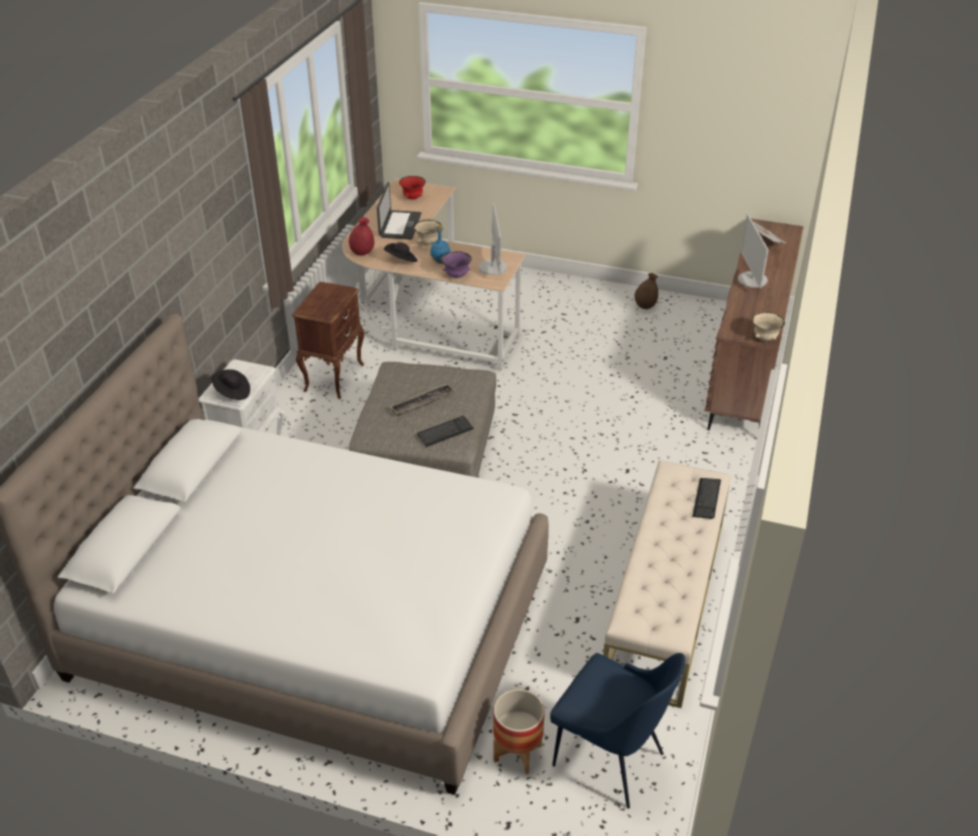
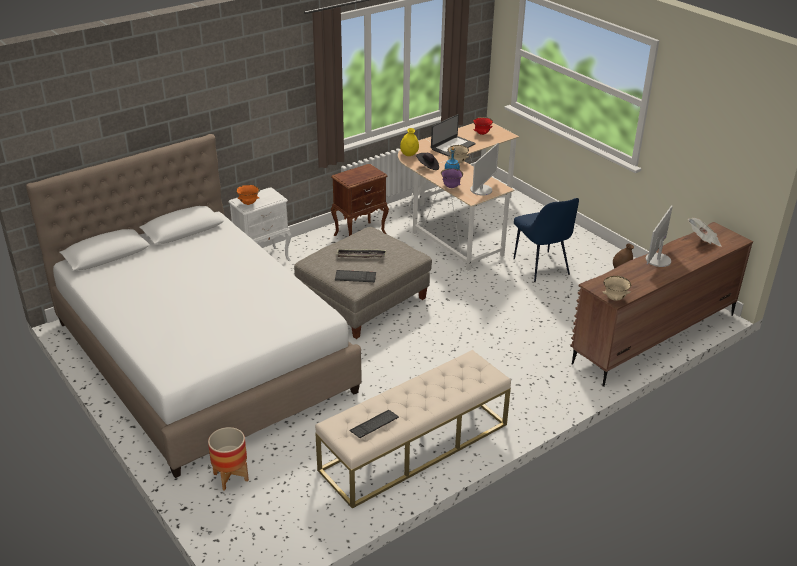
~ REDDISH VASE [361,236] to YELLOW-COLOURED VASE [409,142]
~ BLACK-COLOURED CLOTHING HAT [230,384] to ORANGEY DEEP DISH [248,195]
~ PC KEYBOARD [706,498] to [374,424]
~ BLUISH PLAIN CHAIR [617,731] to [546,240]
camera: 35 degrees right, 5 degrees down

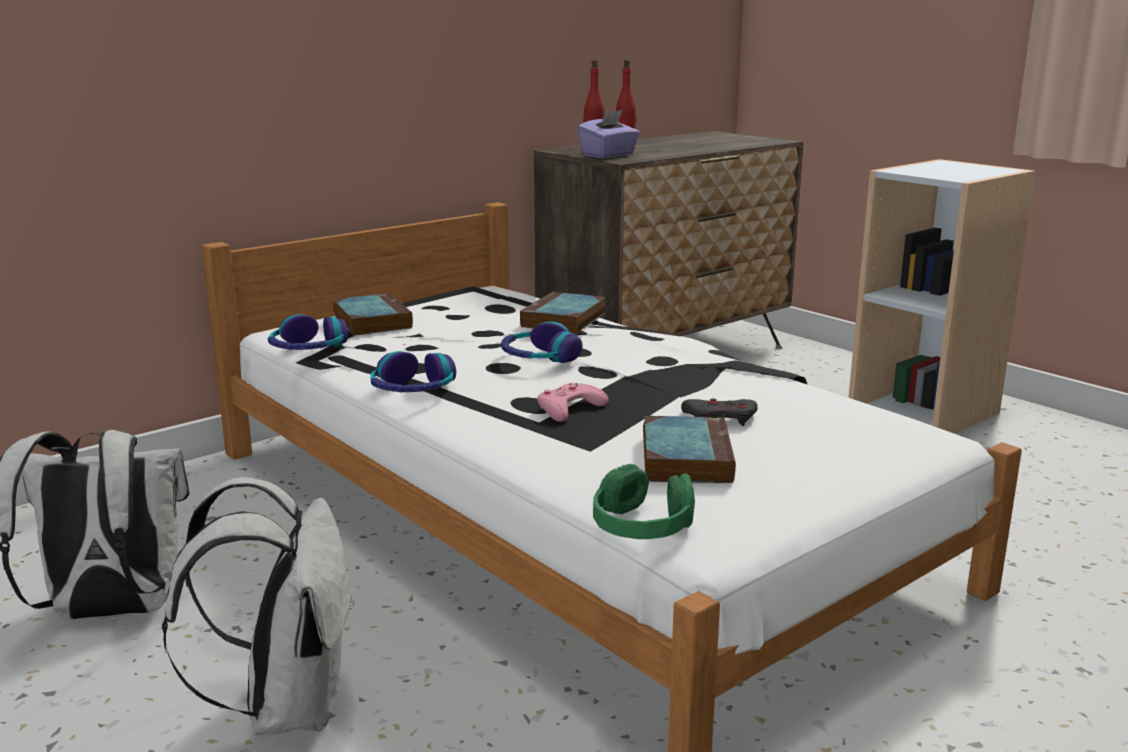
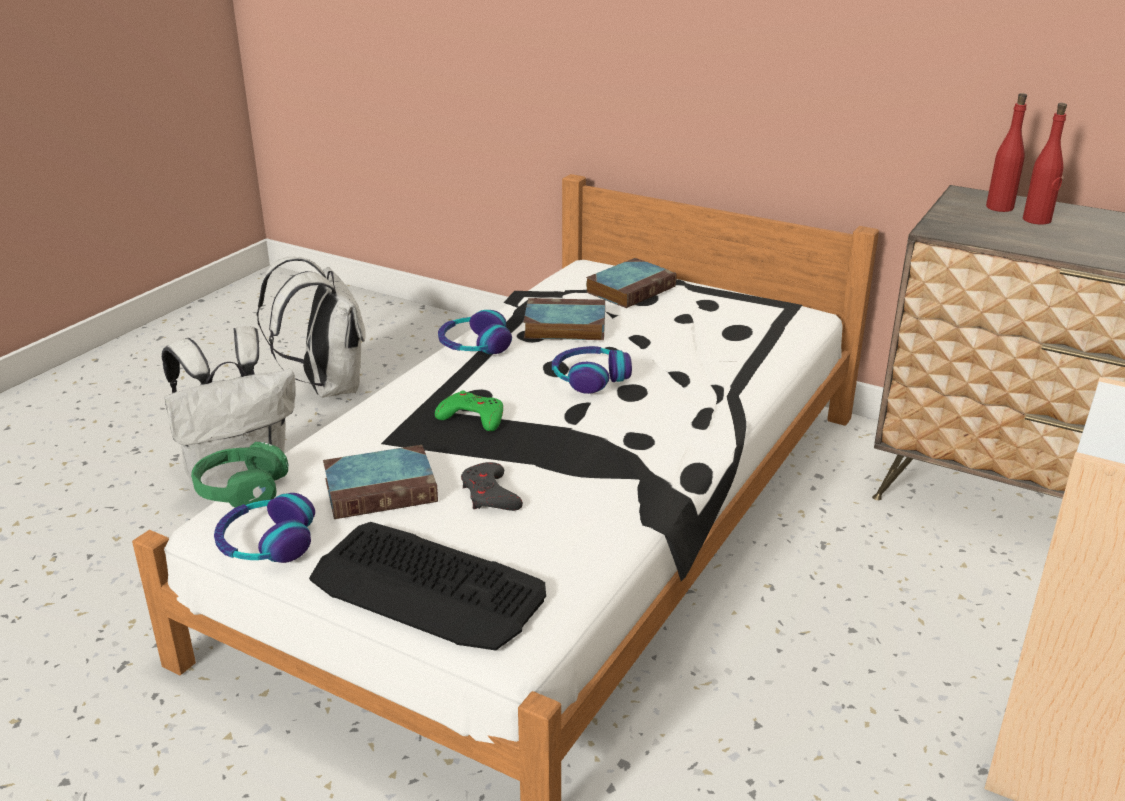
- PURPLE TISSUE BOX [608,134]
~ VOLUME [563,313] to [564,319]
~ HEADSET [308,332] to [264,528]
~ PINK JOYPAD [573,402] to GREEN JOYPAD [469,411]
+ PC KEYBOARD [427,586]
camera: 70 degrees right, 10 degrees up

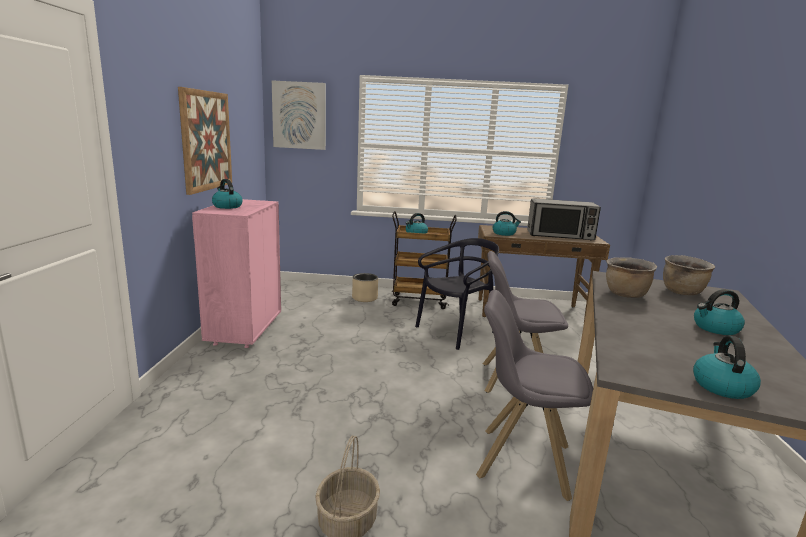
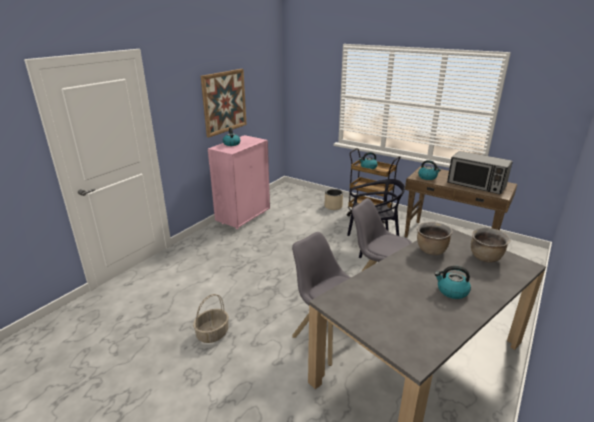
- WALL ART [299,115]
- KETTLE [727,367]
camera: 30 degrees right, 10 degrees up

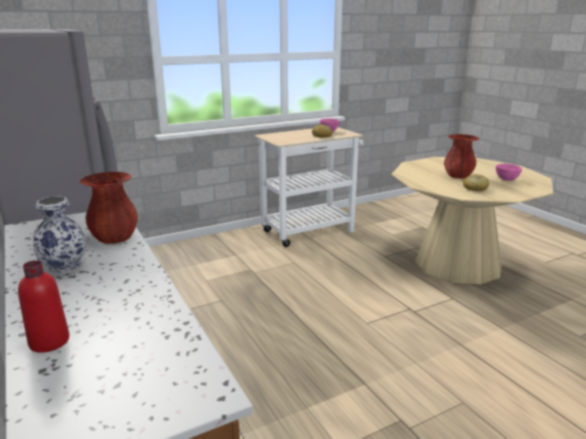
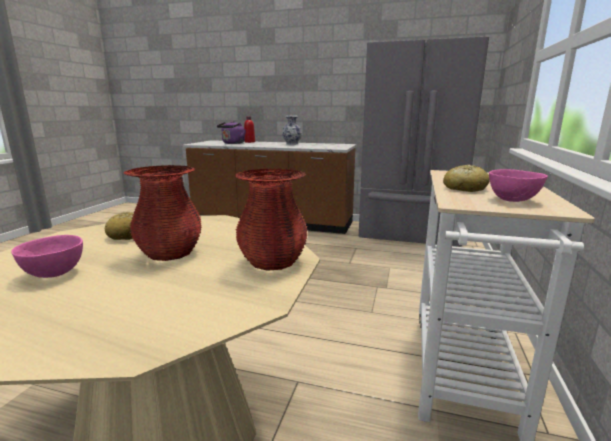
~ REDDISH VASE [109,208] to [271,220]
+ PURPLE KETTLE [231,132]
camera: 135 degrees right, 5 degrees down

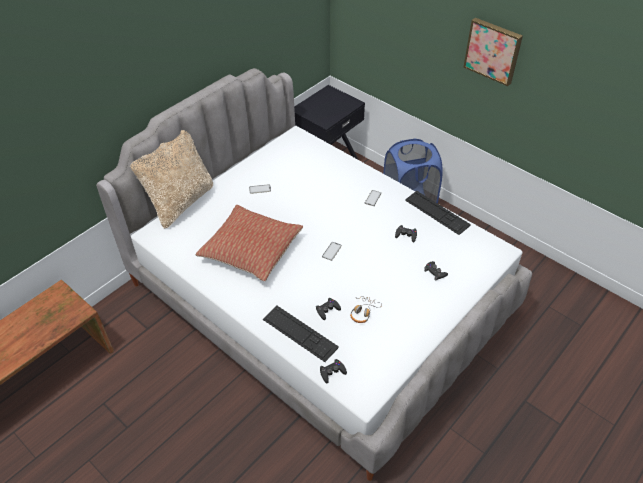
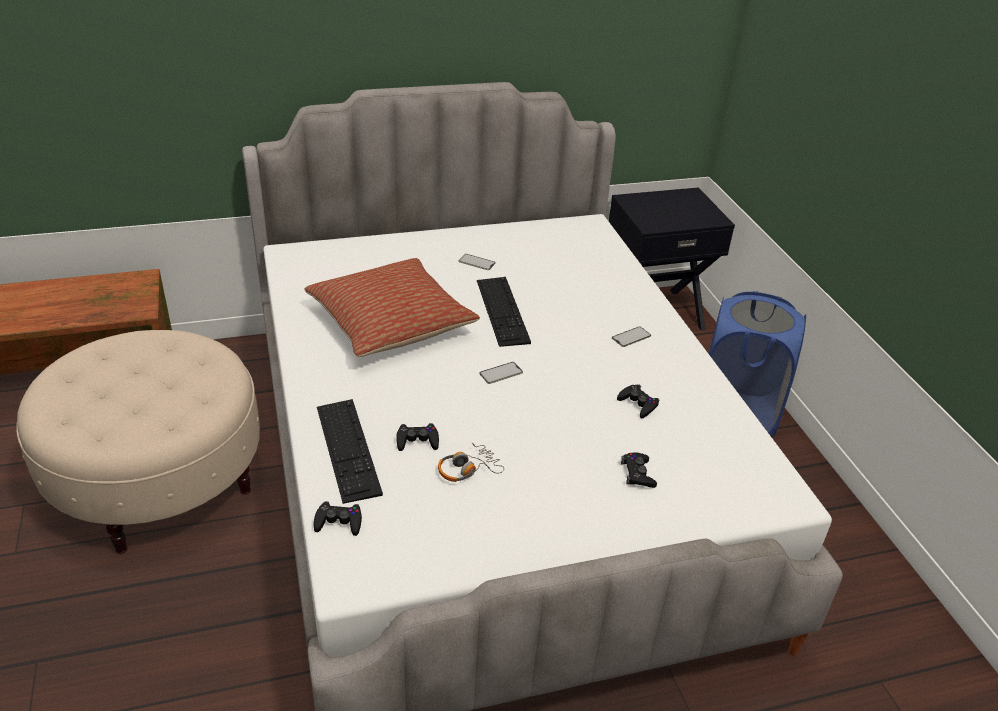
- WALL ART [493,52]
- BEIGE THROW PILLOW [171,179]
~ PC KEYBOARD [438,213] to [504,312]
+ BEIGE POUFFE [138,442]
camera: 30 degrees right, 10 degrees down

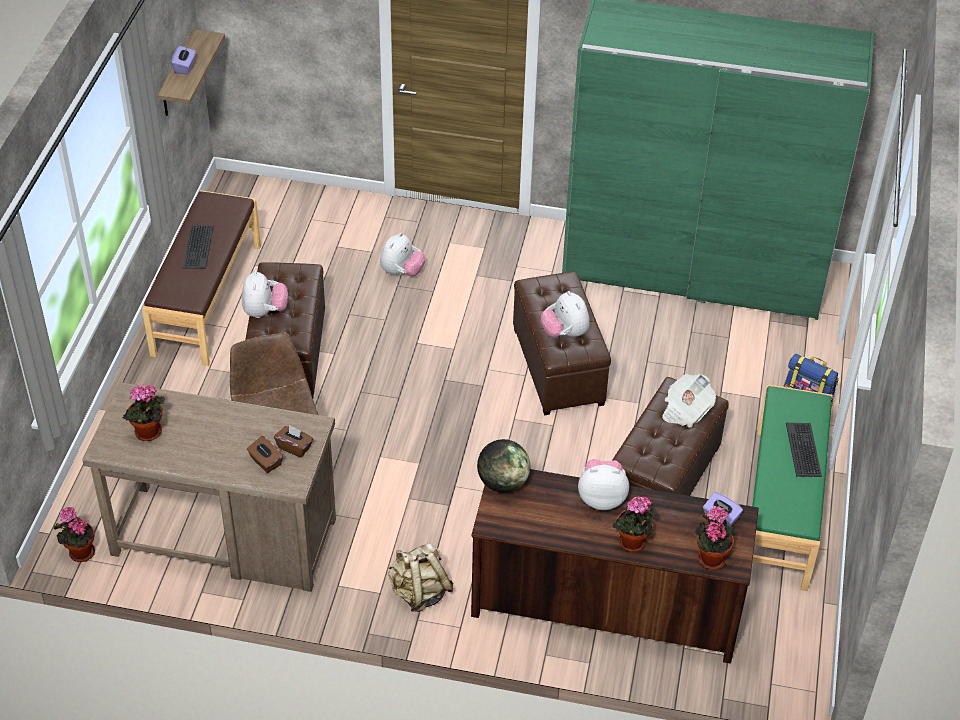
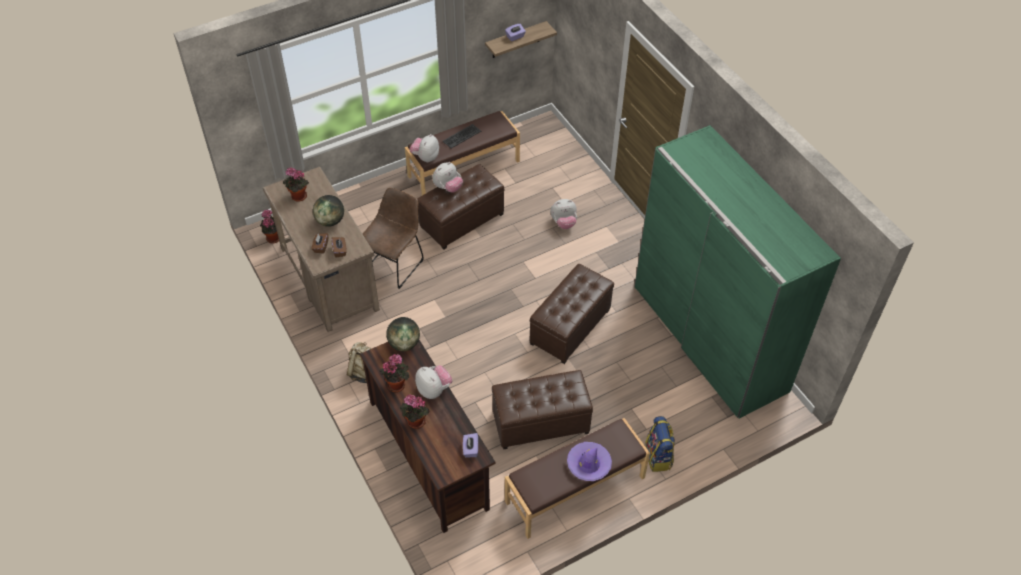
~ PLUSH TOY [565,314] to [424,148]
- NEWSPAPER [689,400]
~ GREEN LONG SEAT [792,487] to BROWN LONG SEAT [577,478]
~ PC KEYBOARD [804,450] to PURPLE CLOTHING HAT [589,461]
~ PLANT IN A POT [715,538] to [394,373]
+ DESK GLOBE [328,211]
camera: 50 degrees right, 5 degrees up

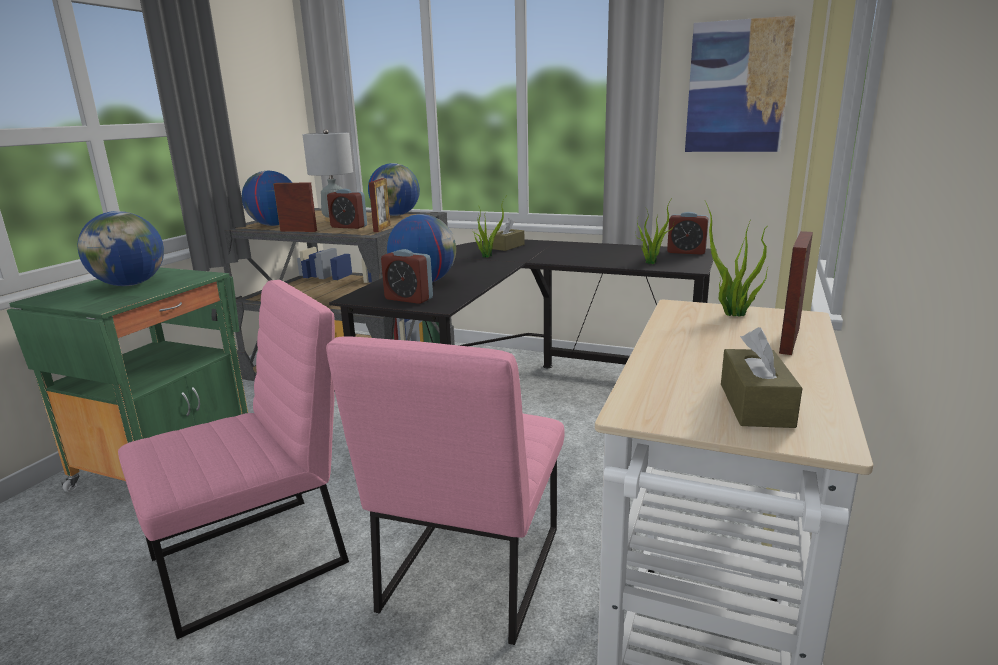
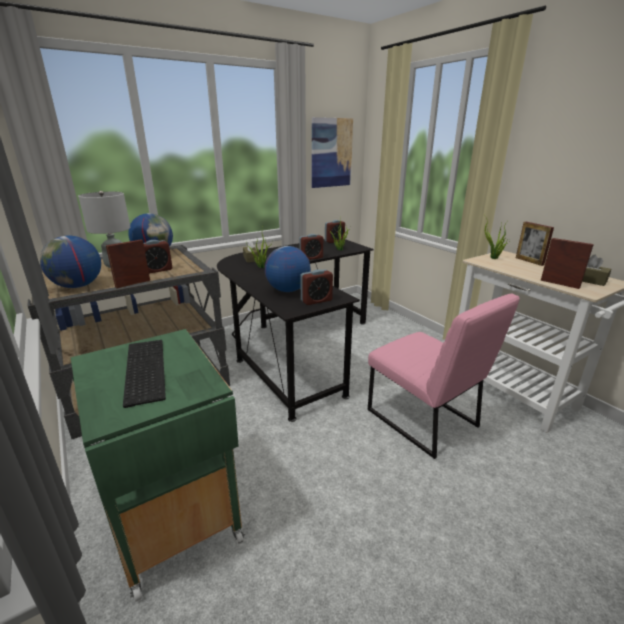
~ STANDING FRAME [379,205] to [567,263]
~ DESK GLOBE [121,248] to PC KEYBOARD [144,374]
- PINK PLAIN CHAIR [233,459]
+ ALARM CLOCK [311,247]
camera: 55 degrees left, 5 degrees up

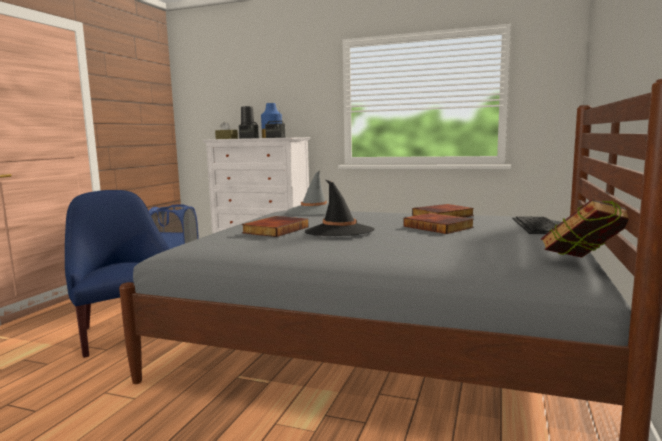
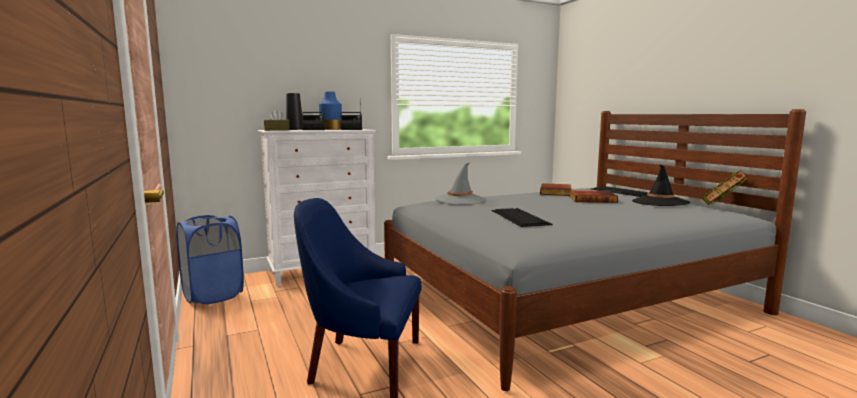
~ BLACK-COLOURED CLOTHING HAT [340,208] to [661,185]
~ VOLUME [275,226] to PC KEYBOARD [522,217]
camera: 45 degrees left, 0 degrees up

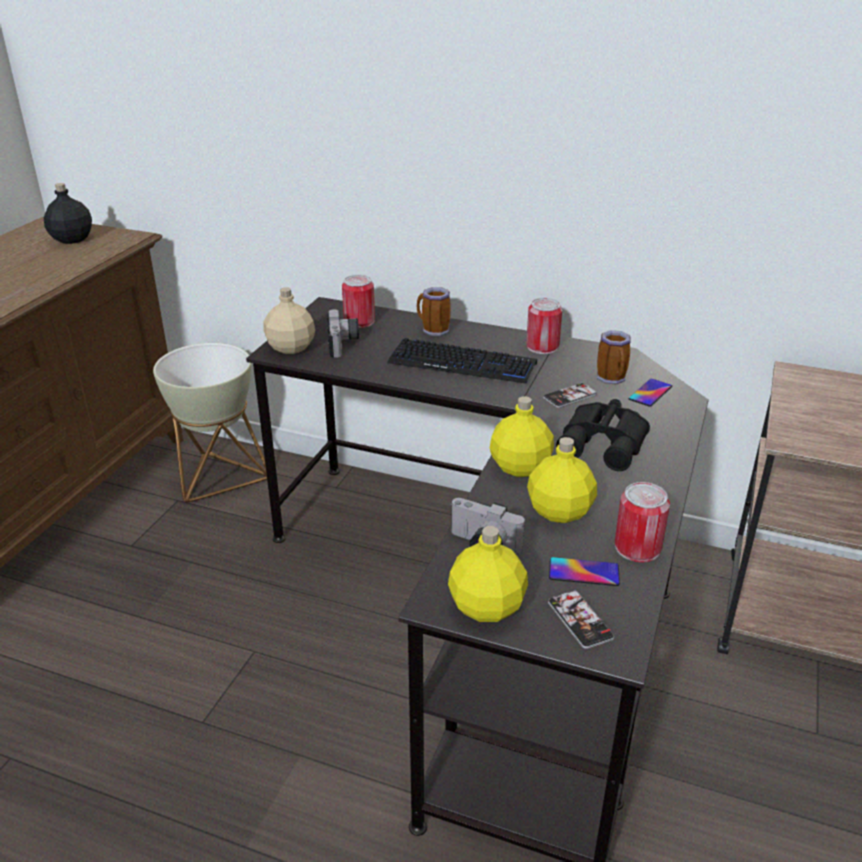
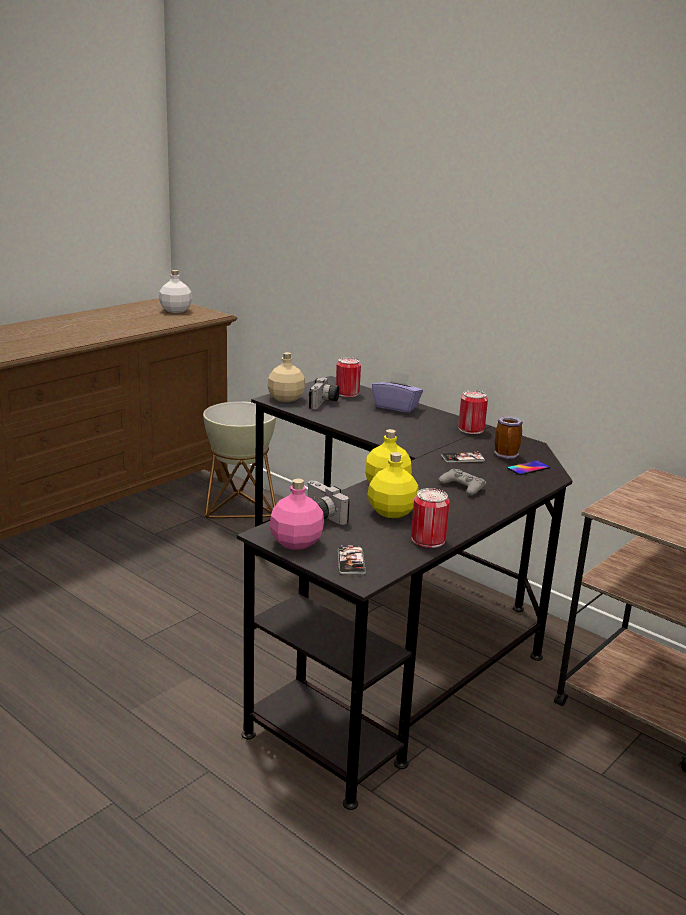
~ BLACK-COLOURED BEVERAGE BOTTLE [67,213] to WHITE-COLOURED BEVERAGE BOTTLE [175,291]
~ MUG [434,311] to PURPLE TISSUE BOX [397,391]
- PC KEYBOARD [462,361]
~ BLACK-COLOURED FIELD GLASSES [603,435] to GREYISH JOYPAD [462,482]
~ YELLOW-COLOURED BEVERAGE BOTTLE [488,574] to PINK BEVERAGE BOTTLE [296,514]
- TELEPHONE [584,571]
camera: 20 degrees right, 10 degrees down

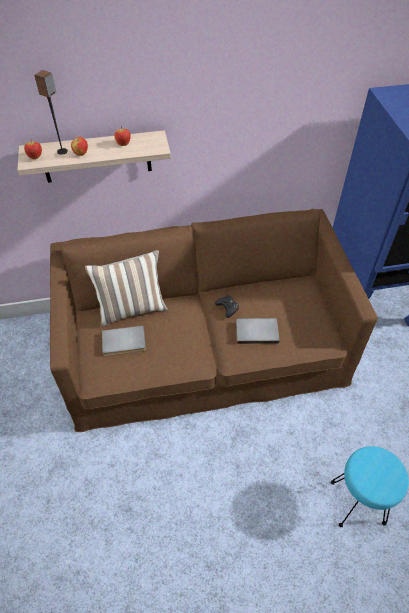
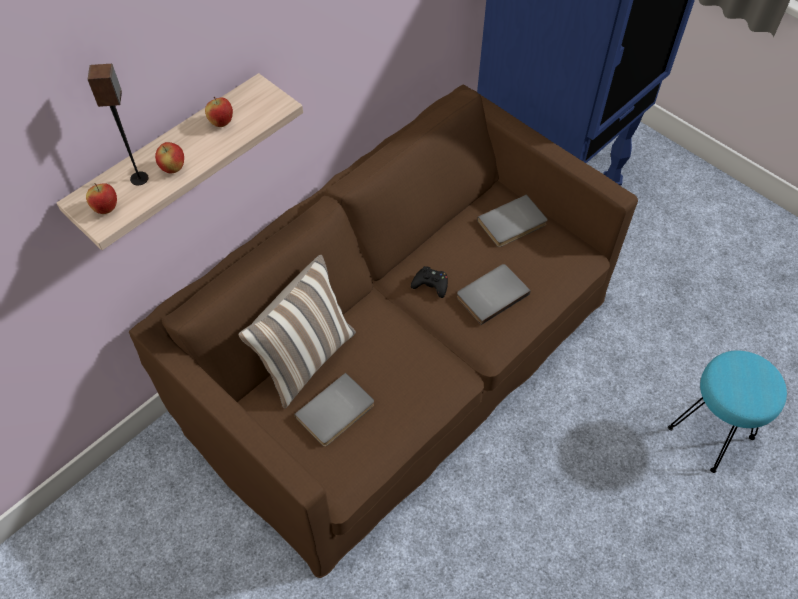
+ GREYISH VOLUME [512,220]
camera: 35 degrees left, 5 degrees up

